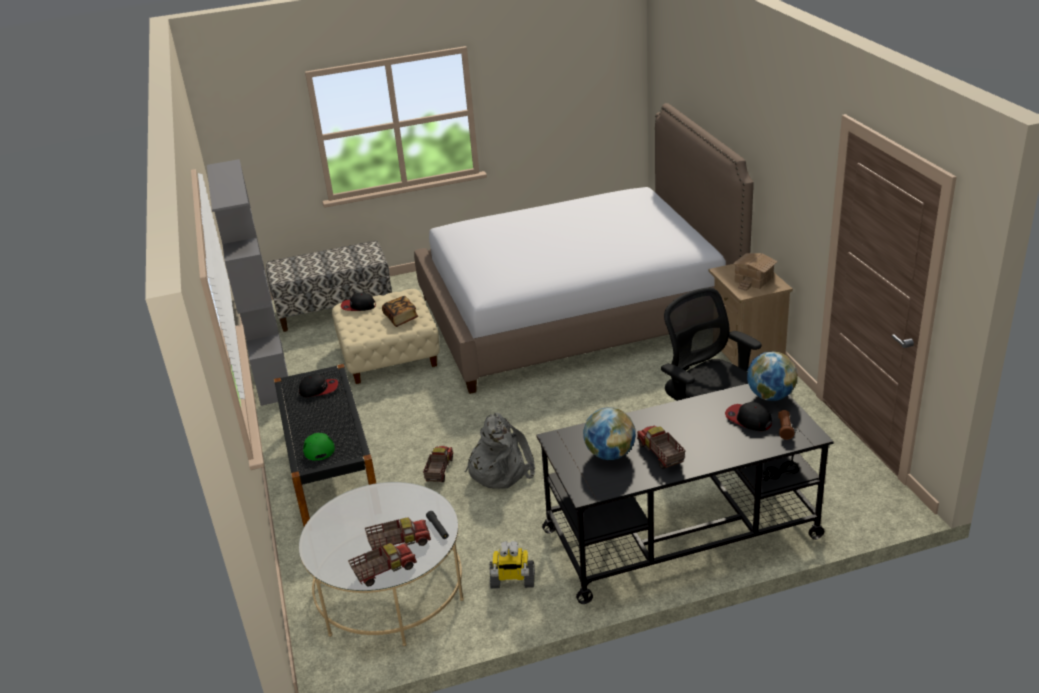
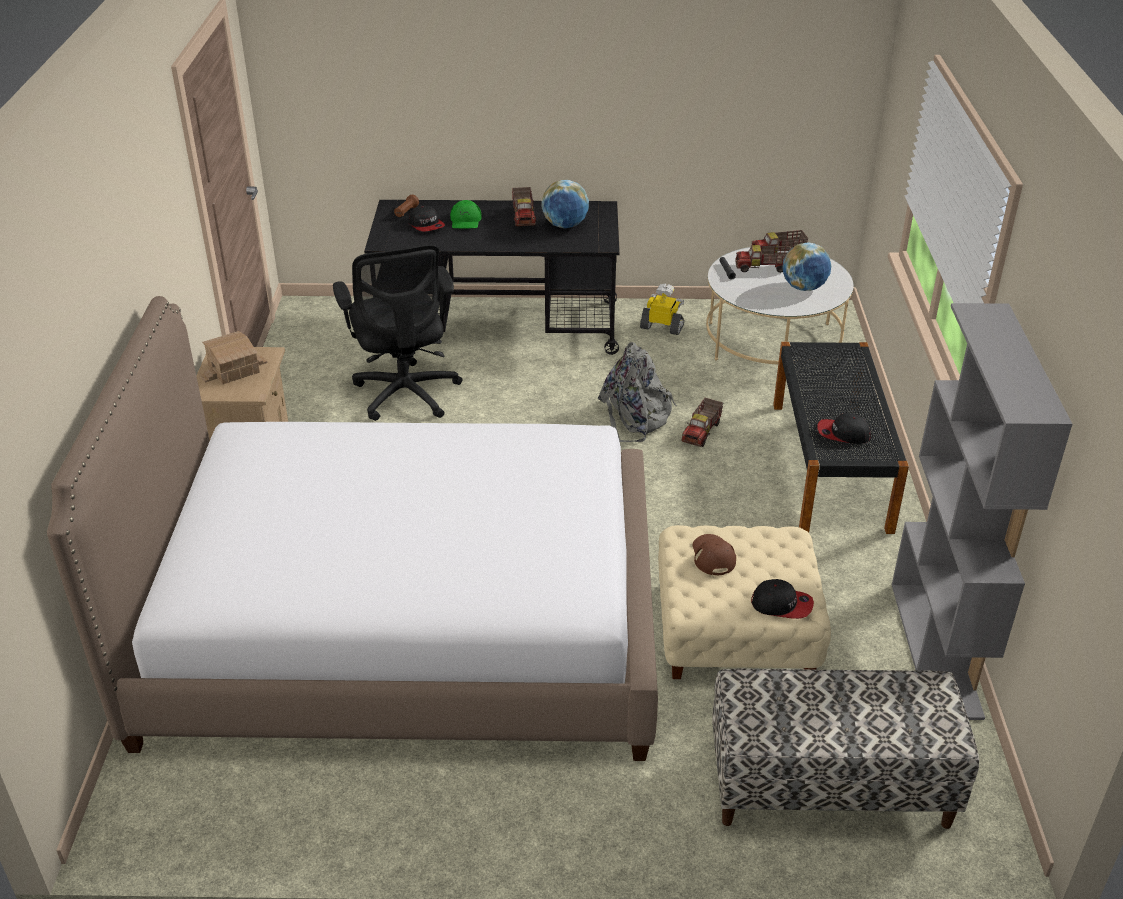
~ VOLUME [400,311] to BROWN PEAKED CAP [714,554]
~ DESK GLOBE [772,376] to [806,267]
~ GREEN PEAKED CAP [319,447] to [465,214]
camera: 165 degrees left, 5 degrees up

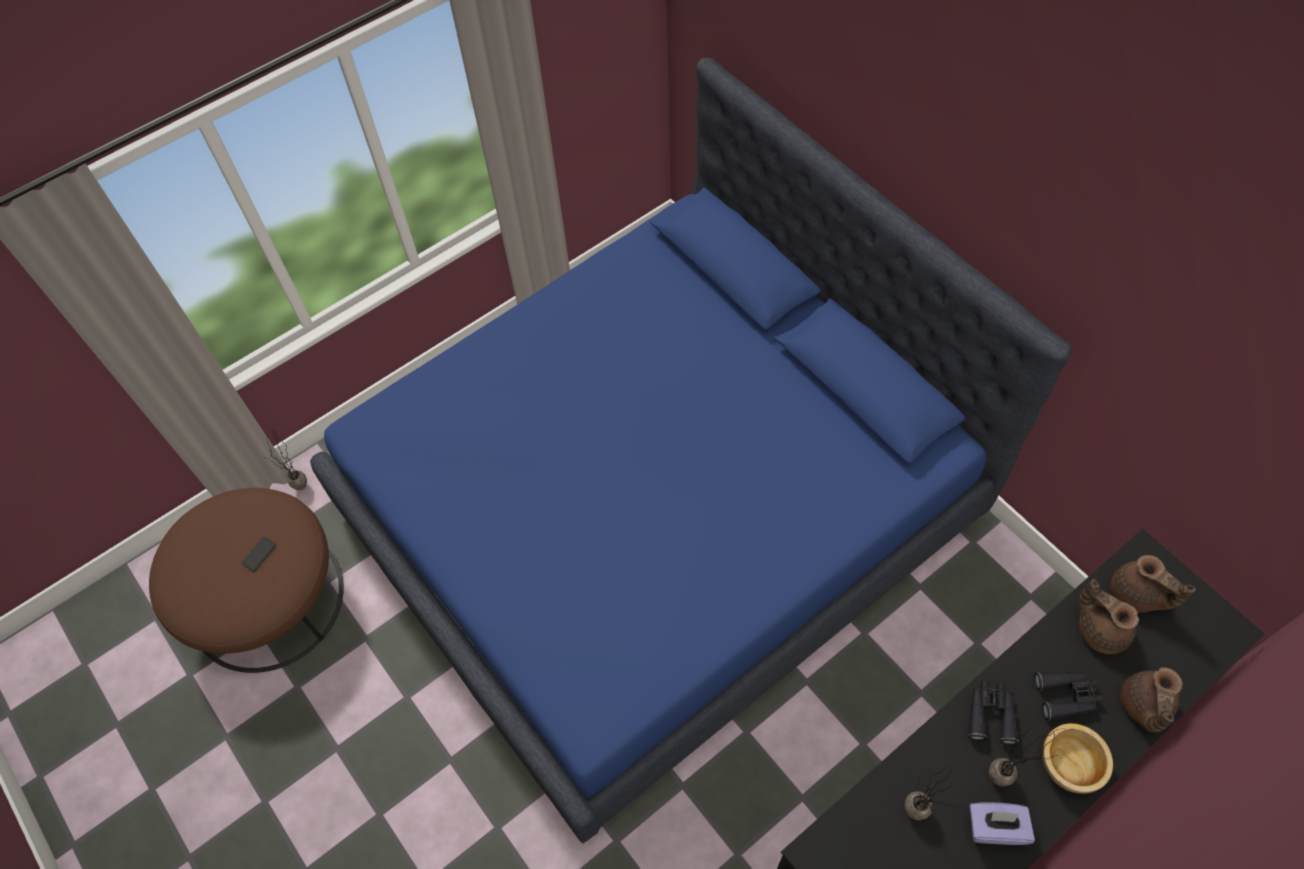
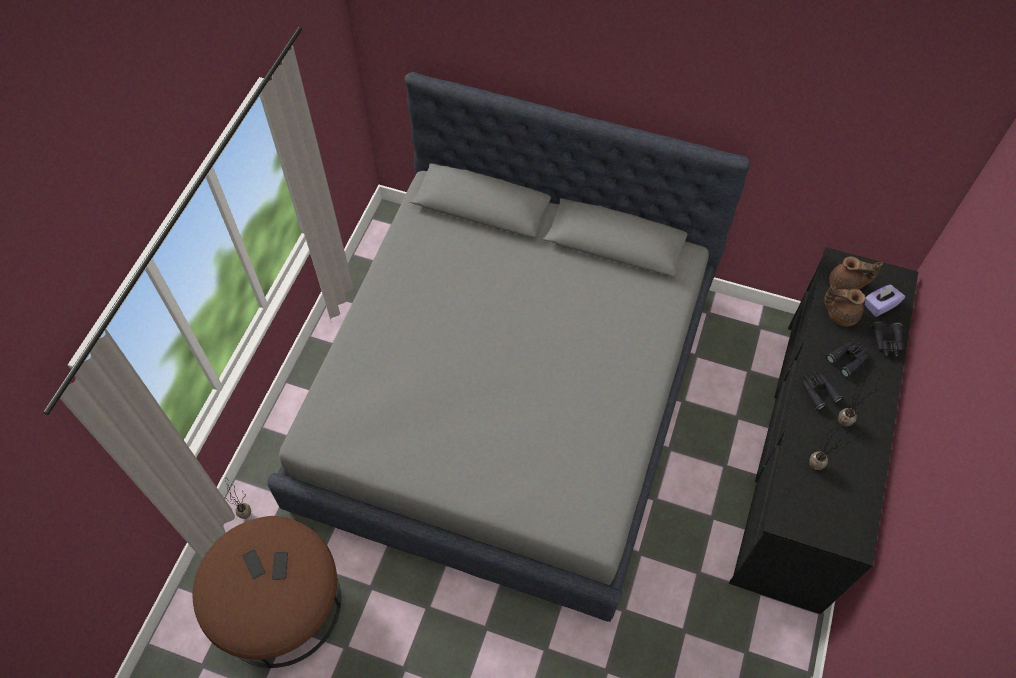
~ BLUISH SLEEPING BED [691,451] to GREYISH SLEEPING BED [509,347]
~ BROWN TEAPOT [1151,699] to BLACK-COLOURED FIELD GLASSES [887,339]
- DEEP DISH [1077,758]
~ PURPLE TISSUE BOX [1002,823] to [885,301]
+ TELEPHONE [253,564]
camera: 35 degrees left, 0 degrees up

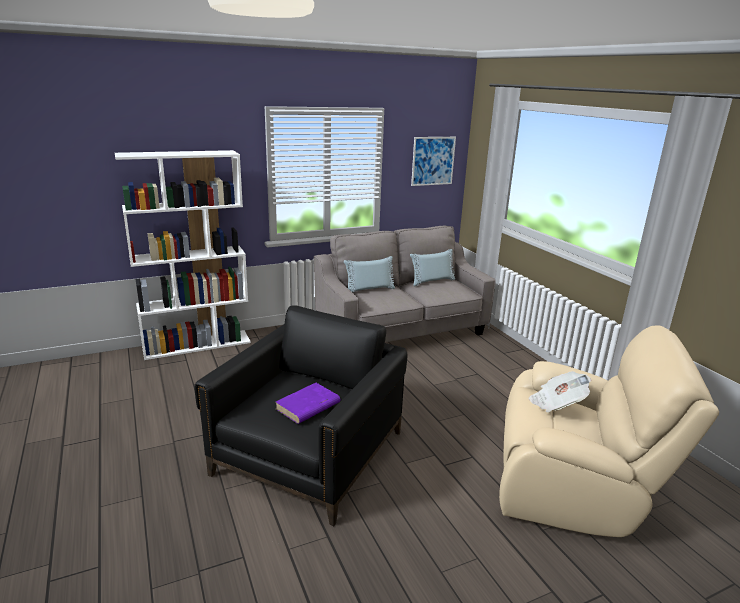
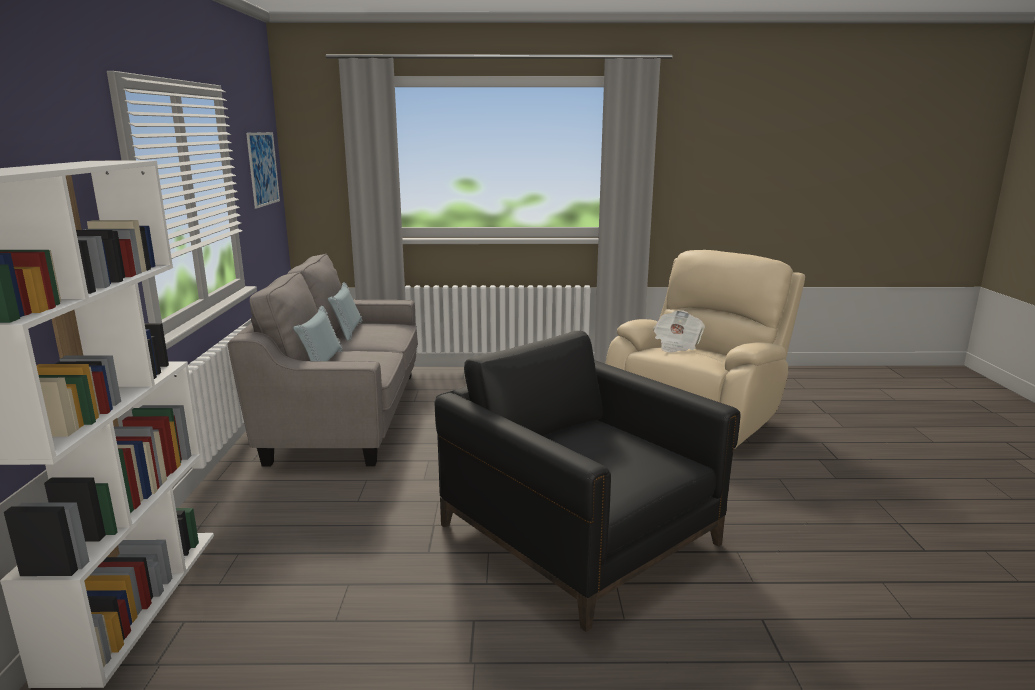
- PURPLE VOLUME [308,403]
camera: 65 degrees left, 5 degrees down

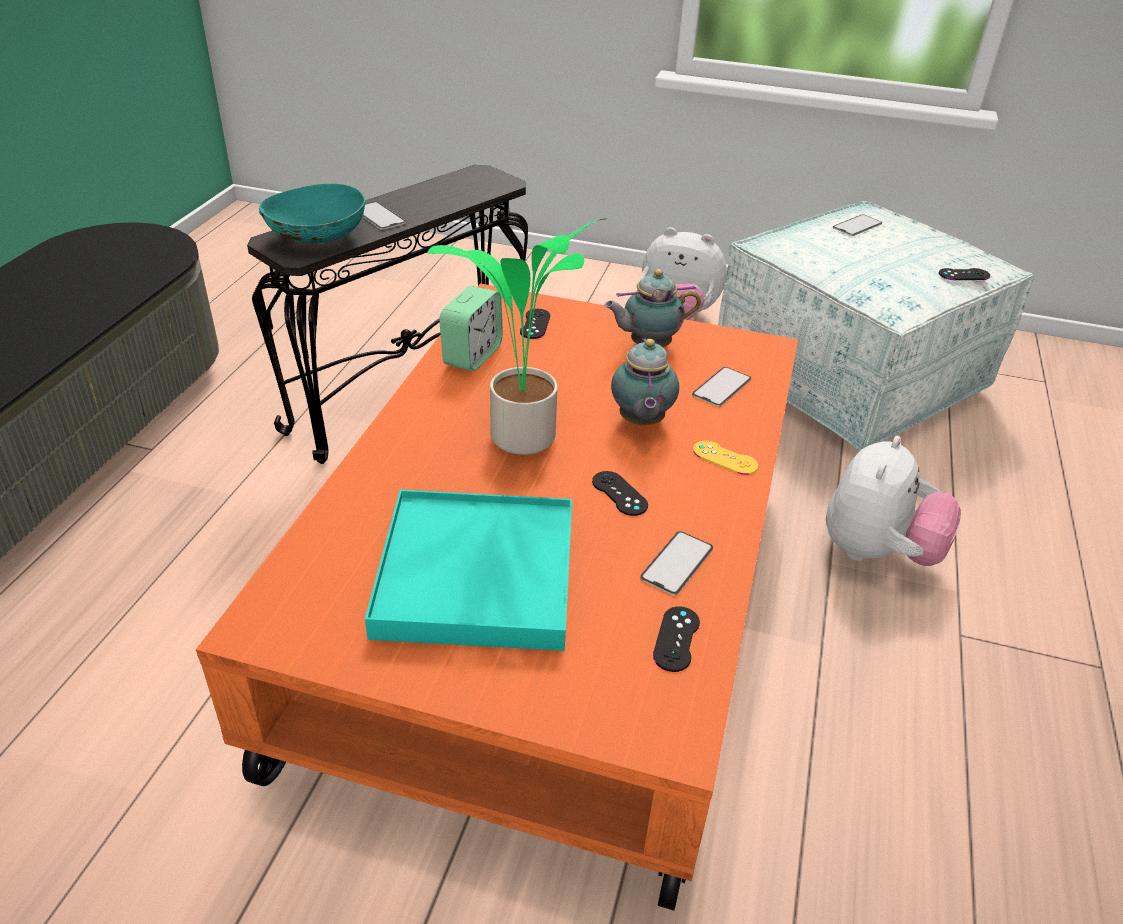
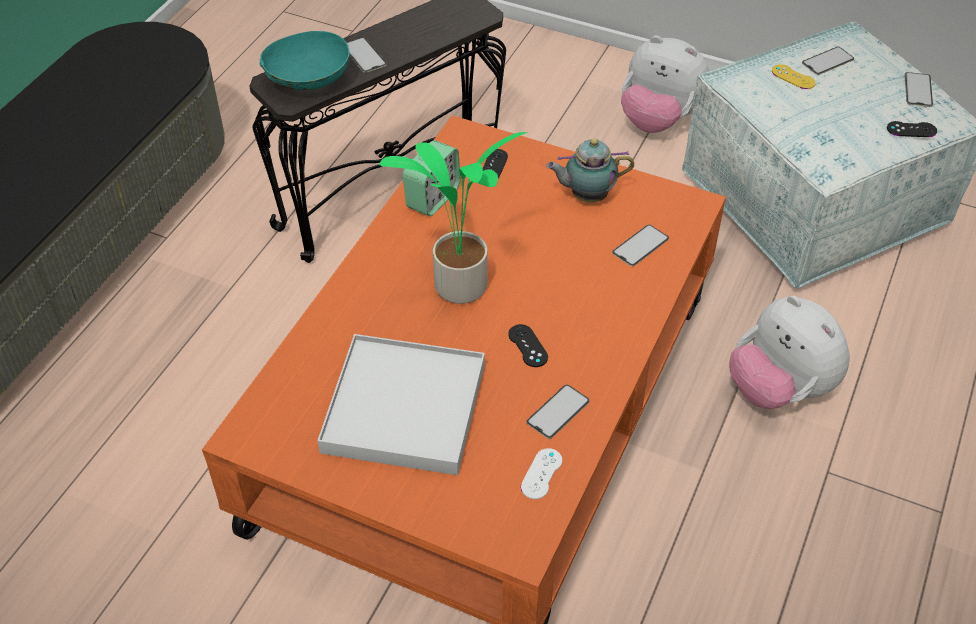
- TEAPOT [645,382]
~ PLUSH TOY [893,501] = [789,352] 105 degrees clockwise
~ YELLOW-COLOURED JOYPAD [725,458] to [794,76]
~ BLUE-GREEN CARRYING TRAY [468,570] to WHITE-COLOURED CARRYING TRAY [401,404]
~ BLACK-COLOURED JOYPAD [676,639] to WHITE-COLOURED JOYPAD [541,473]
+ TELEPHONE [919,89]
camera: 10 degrees right, 10 degrees up

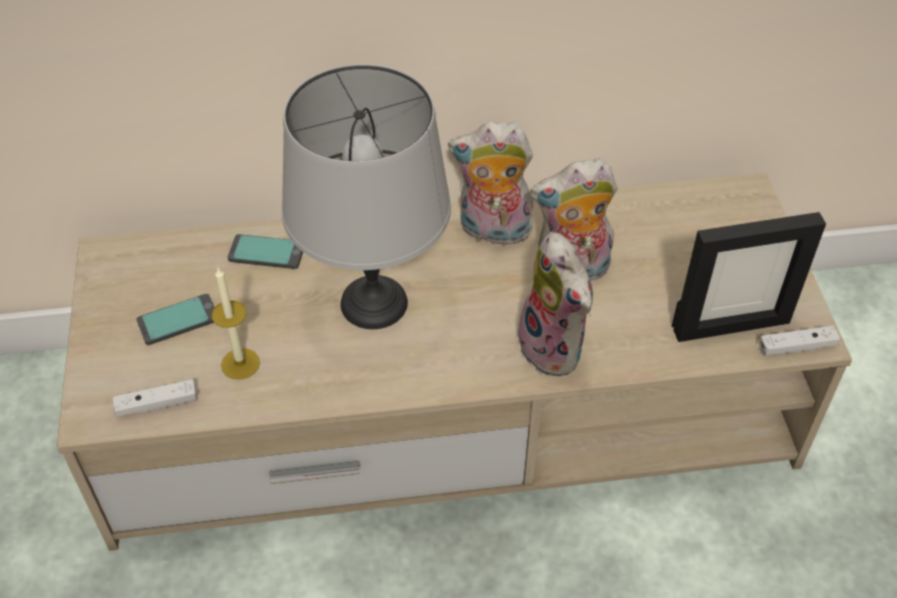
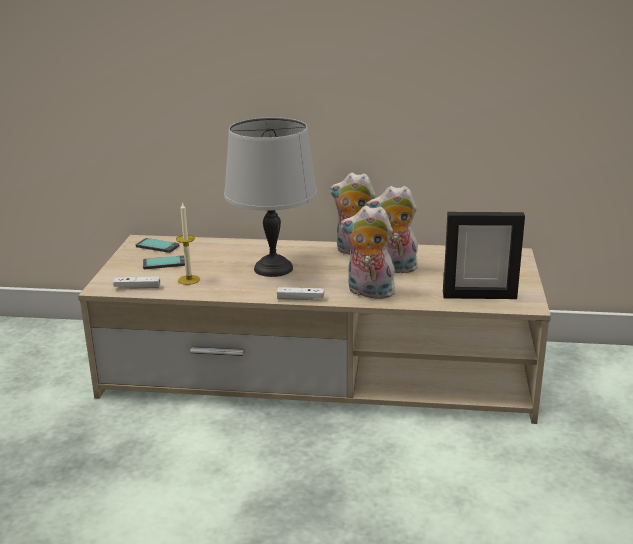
~ PLUSH TOY [552,304] = [368,252] 120 degrees clockwise
~ TELEPHONE [265,251] to [157,245]
~ WHITE-COLOURED JOYPAD [799,341] to [300,293]
camera: 15 degrees right, 25 degrees down

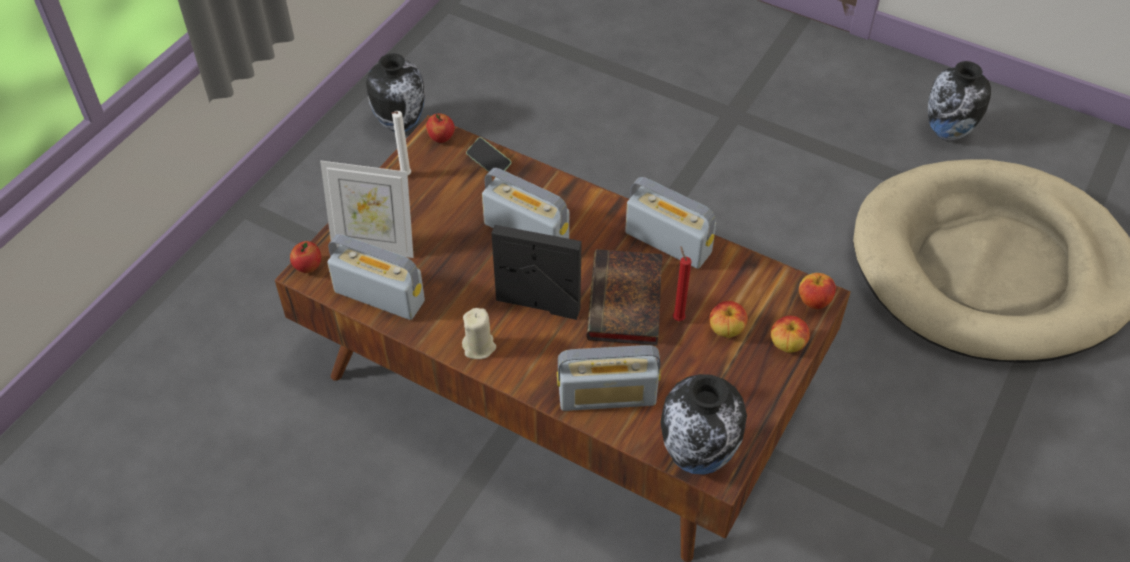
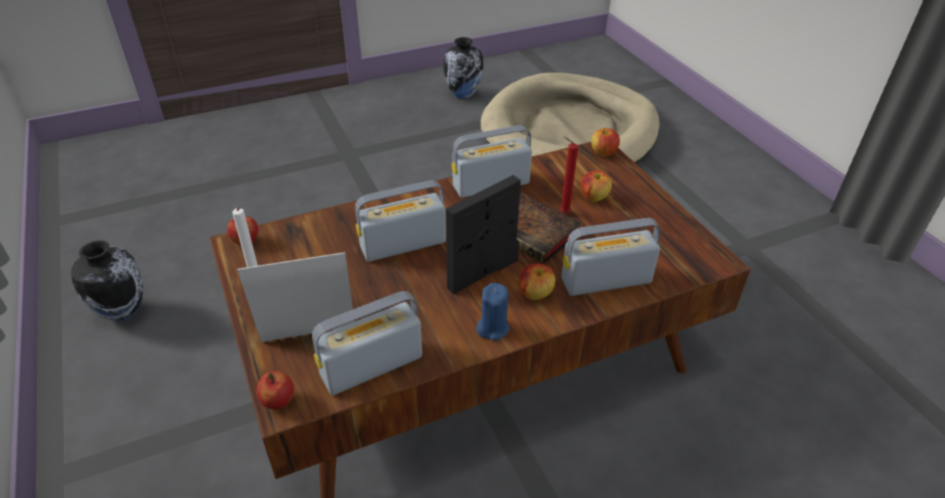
- TELEPHONE [489,157]
~ STANDING FRAME [367,209] = [296,297] 150 degrees counterclockwise
~ BEIGE WAX LIGHT [479,333] to BLUISH WAX LIGHT [493,312]
~ WHOLE APPLE [790,334] to [537,282]
~ RADIO RECEIVER [609,378] = [611,257] 135 degrees counterclockwise
- VASE [703,424]
camera: 55 degrees left, 10 degrees down

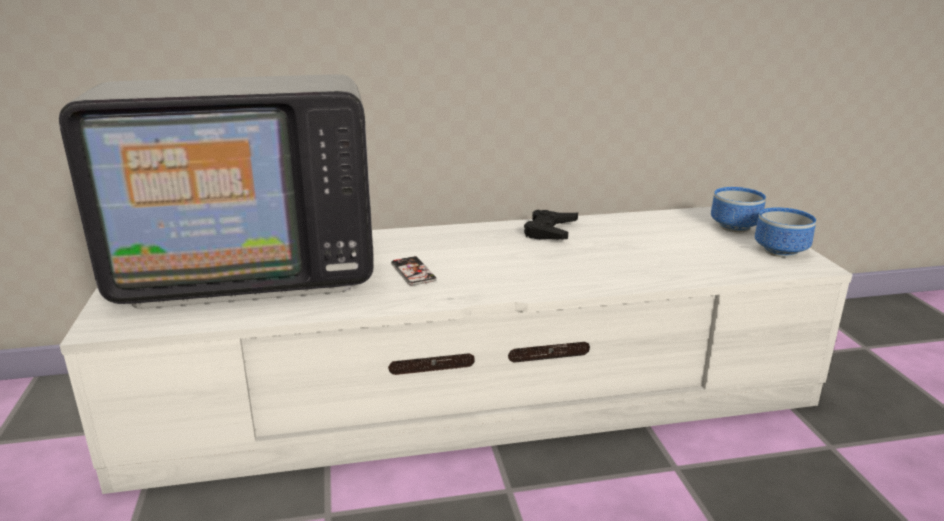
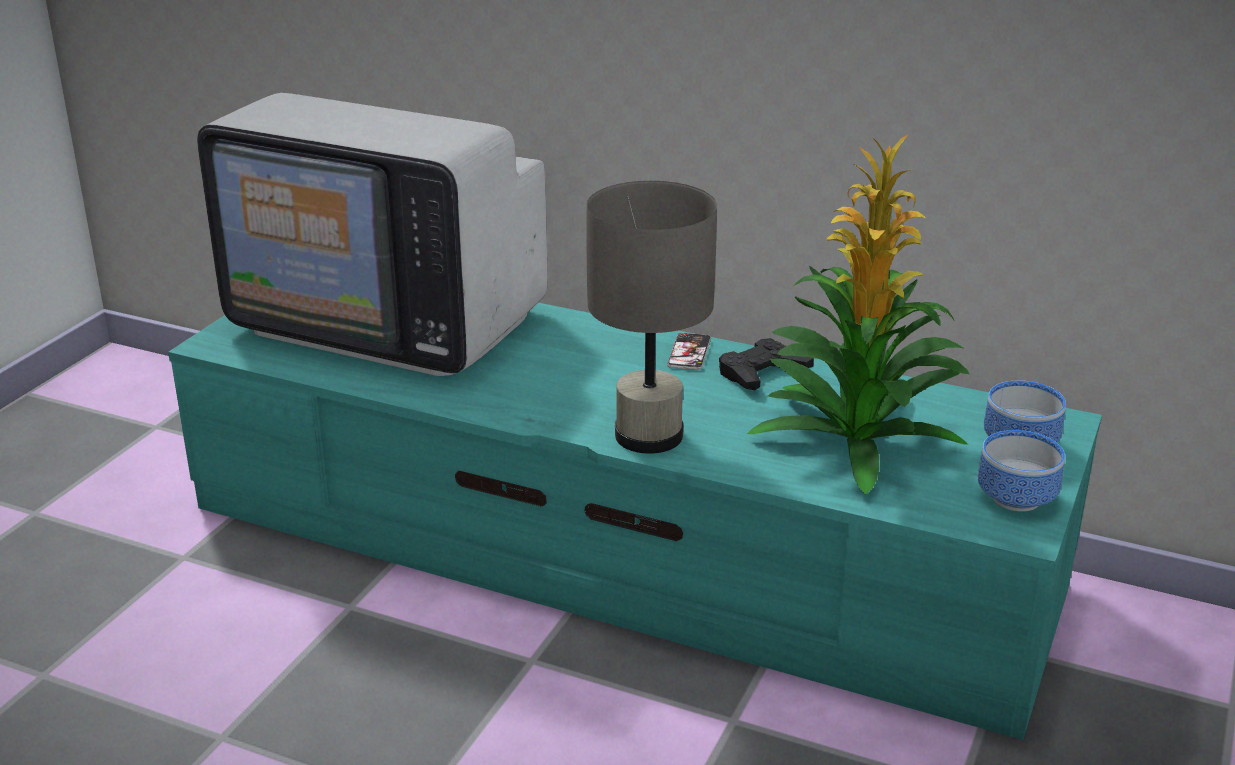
~ WHITE-COLOURED MEDIA CONSOLE [456,350] to BLUE-GREEN MEDIA CONSOLE [635,521]
~ TELEPHONE [414,271] to [689,351]
+ PLANT IN A POT [858,314]
+ GREYISH LAMP FOR A TABLE [651,317]
camera: 35 degrees right, 5 degrees up

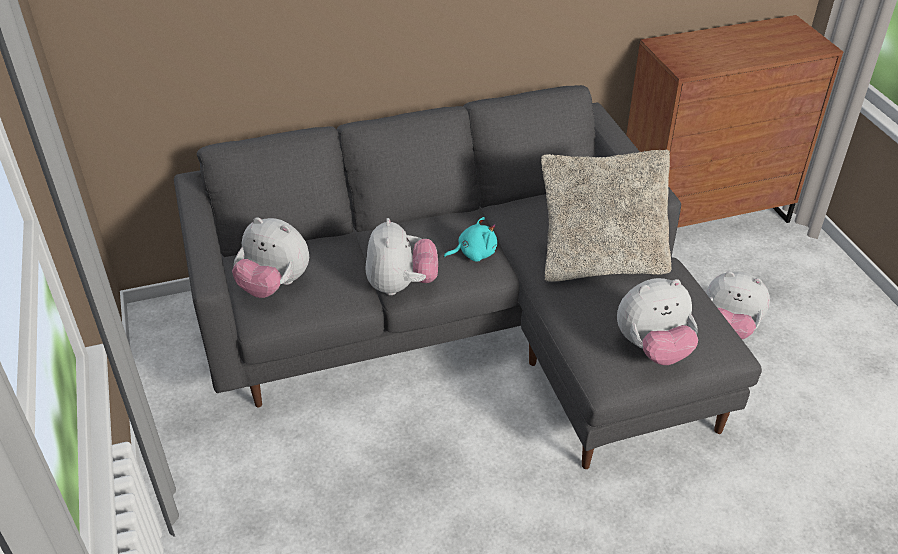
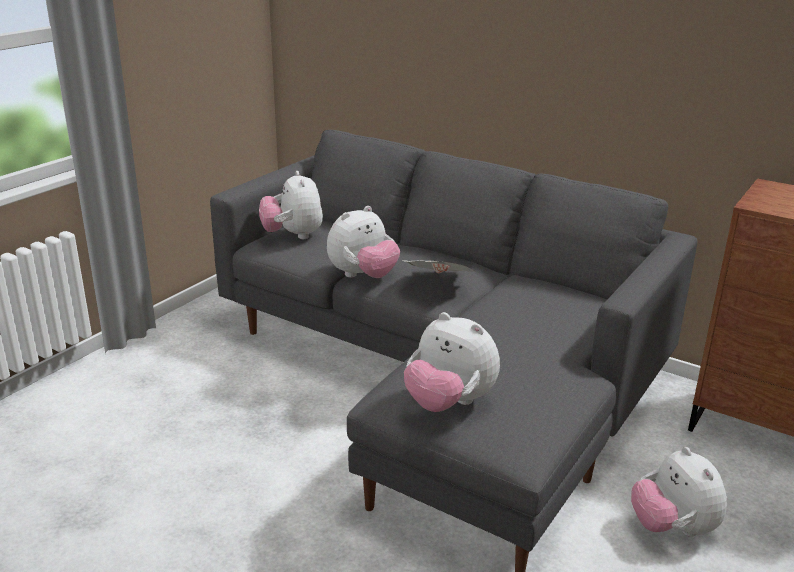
- BEIGE THROW PILLOW [606,216]
~ BLUE-GREEN PLUSH TOY [470,239] to NEWSPAPER [438,266]
camera: 50 degrees right, 15 degrees down

